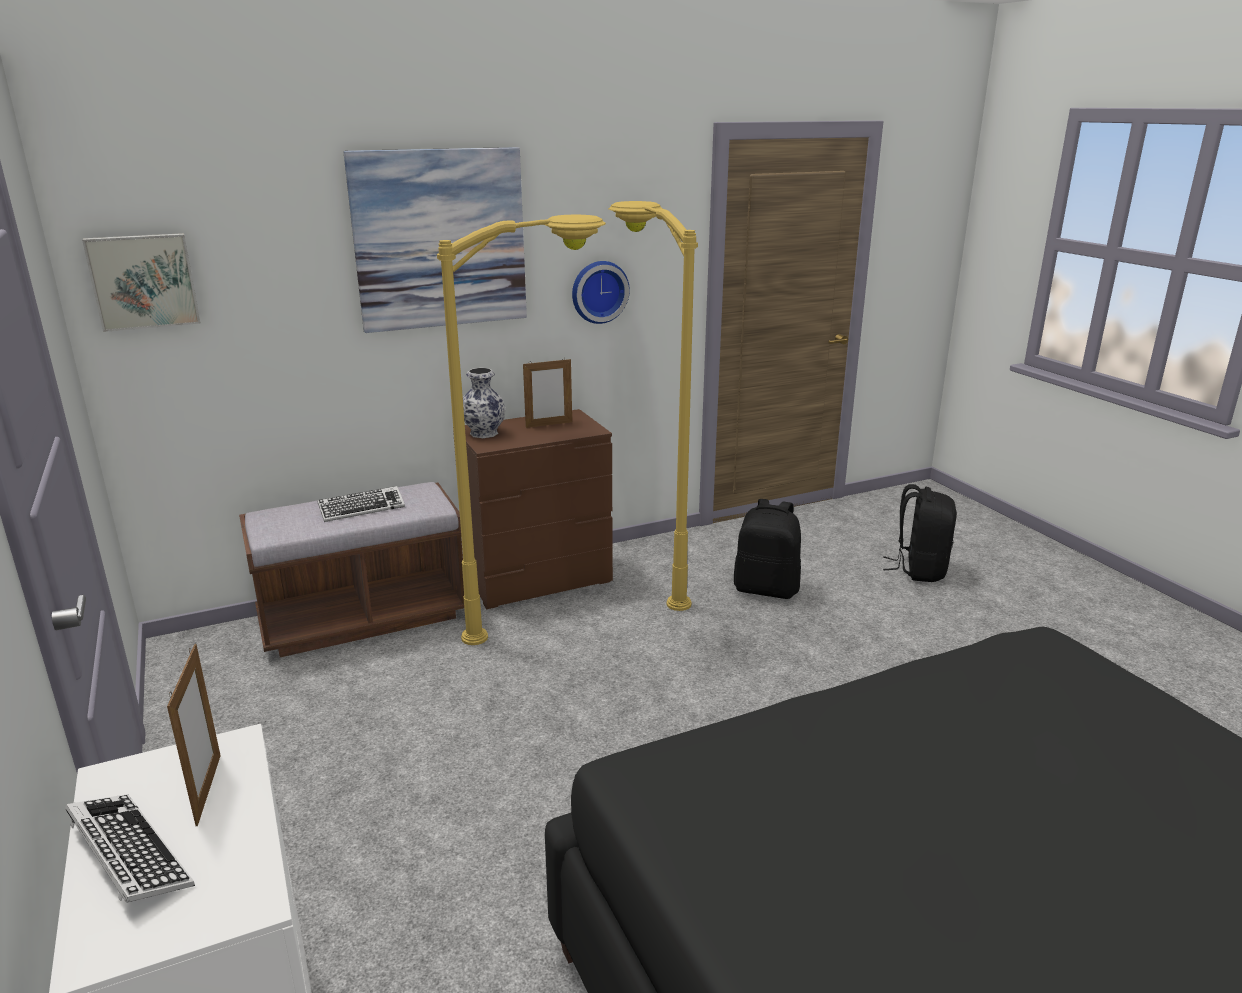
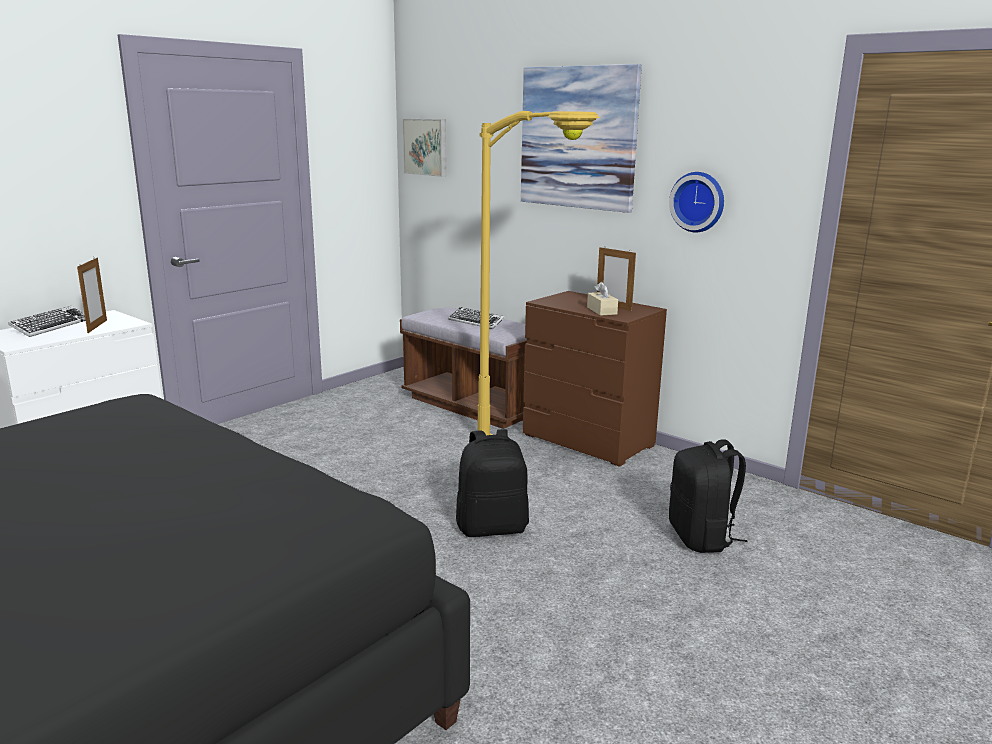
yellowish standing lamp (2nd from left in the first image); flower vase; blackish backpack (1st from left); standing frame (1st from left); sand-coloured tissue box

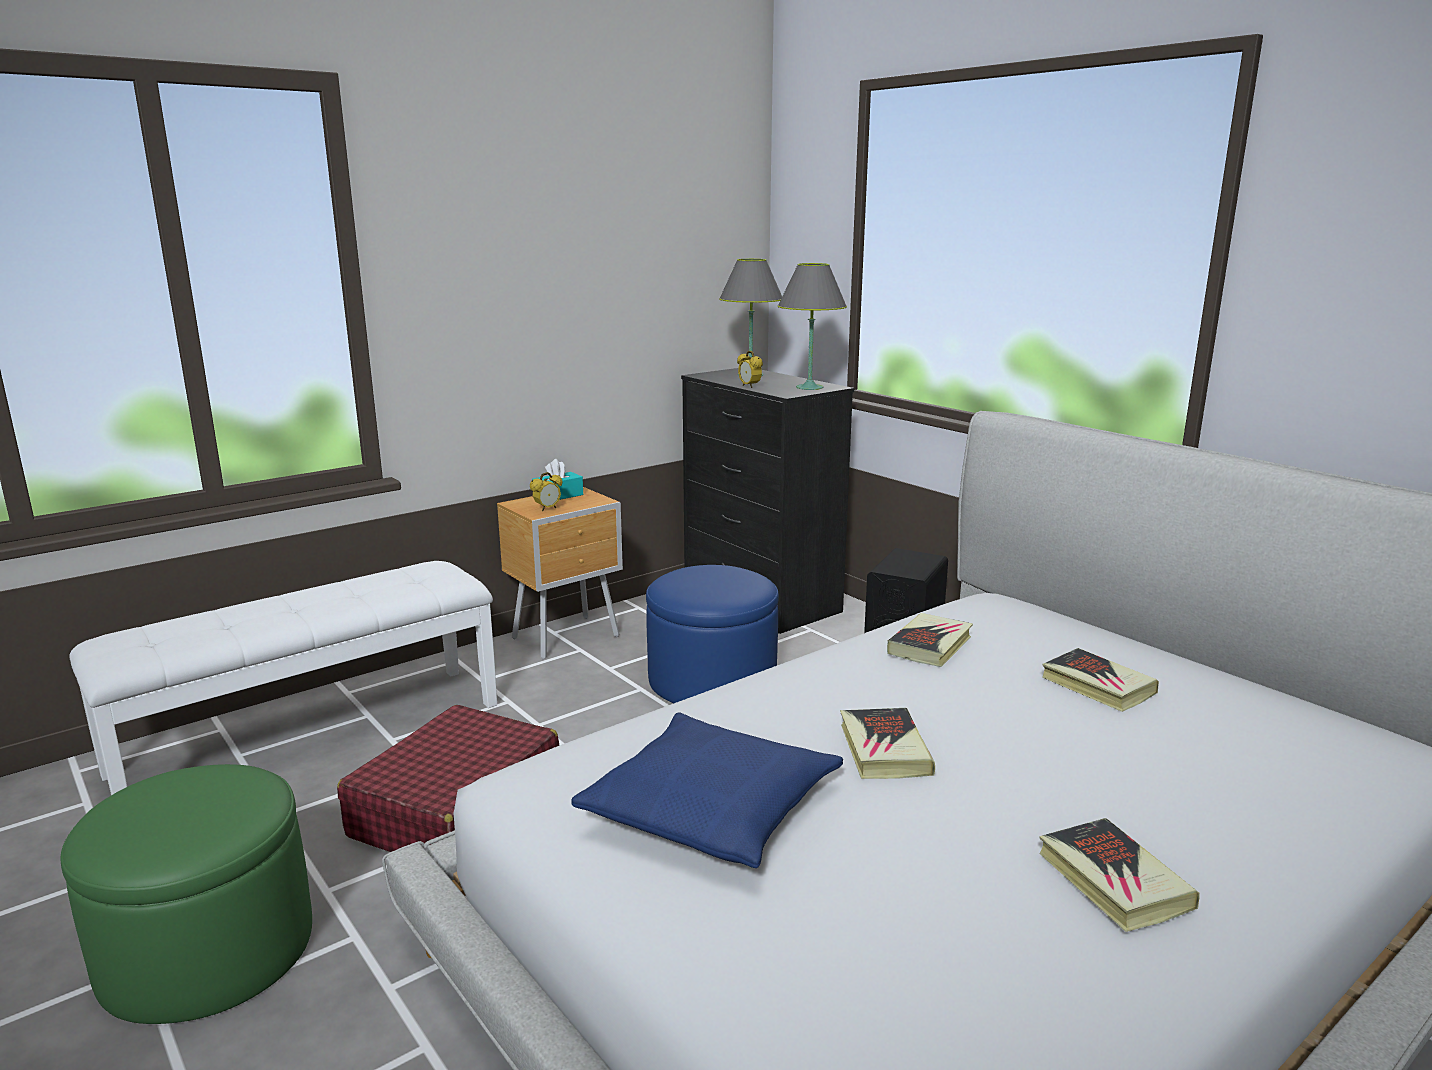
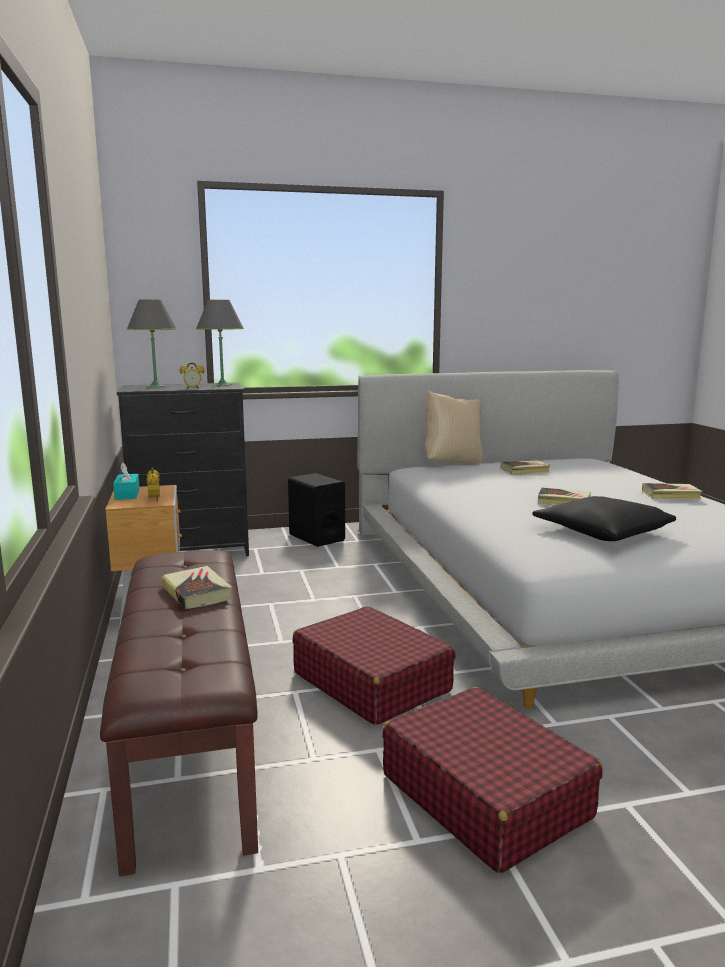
brownish bench; blue ottoman; volume (1st from left); blackish throw pillow; red travel case (2nd from left); sand-coloured throw pillow

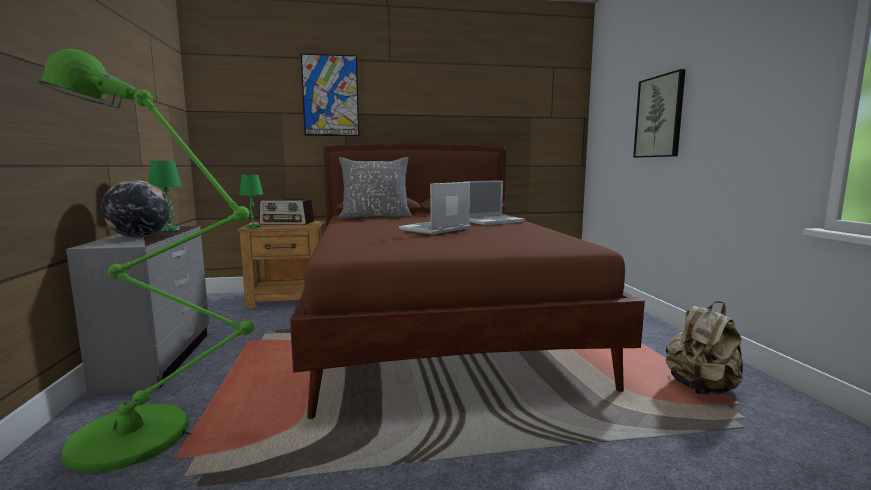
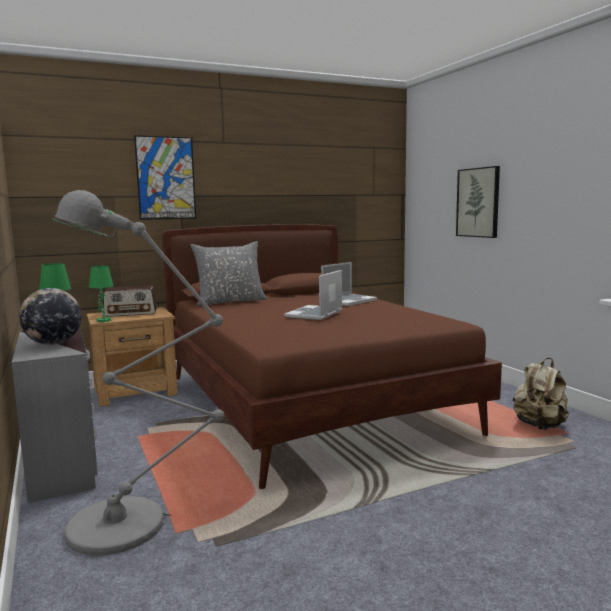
gray standing lamp

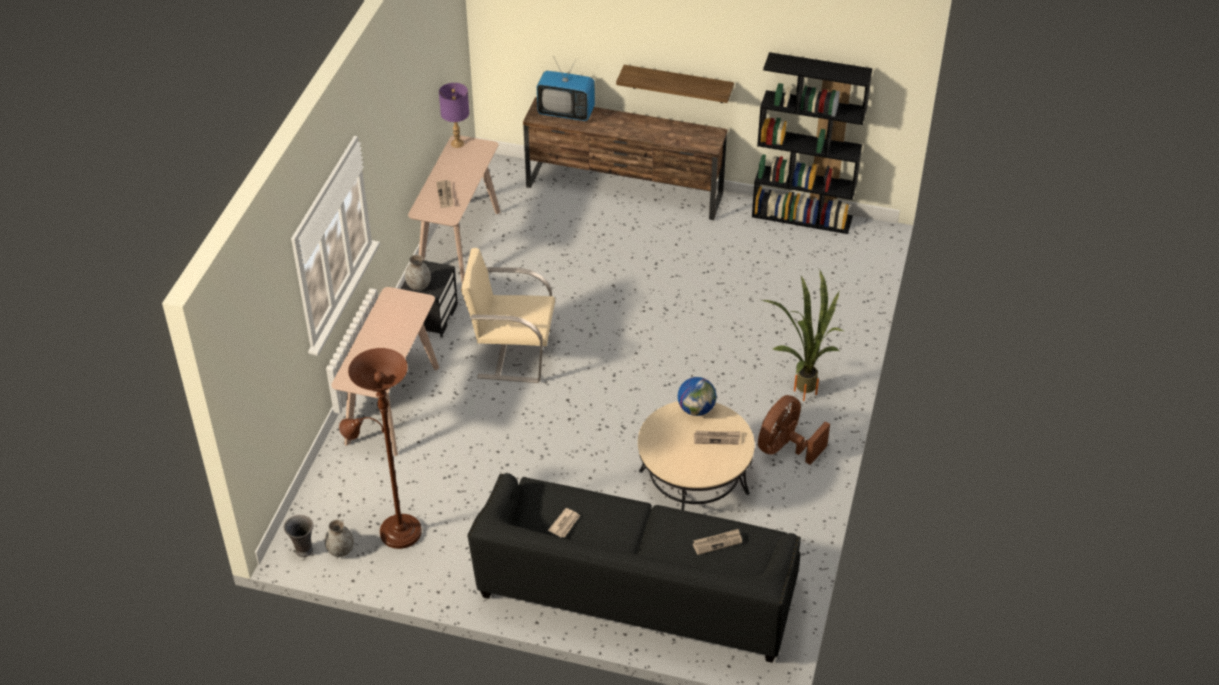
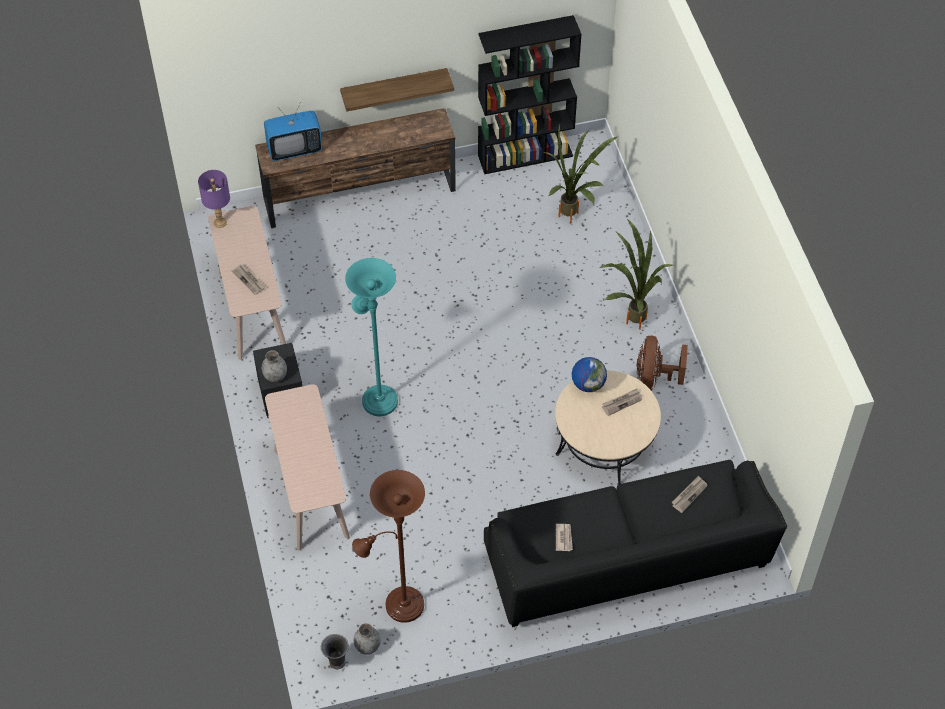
turquoise-coloured standing lamp; houseplant (1st from left)

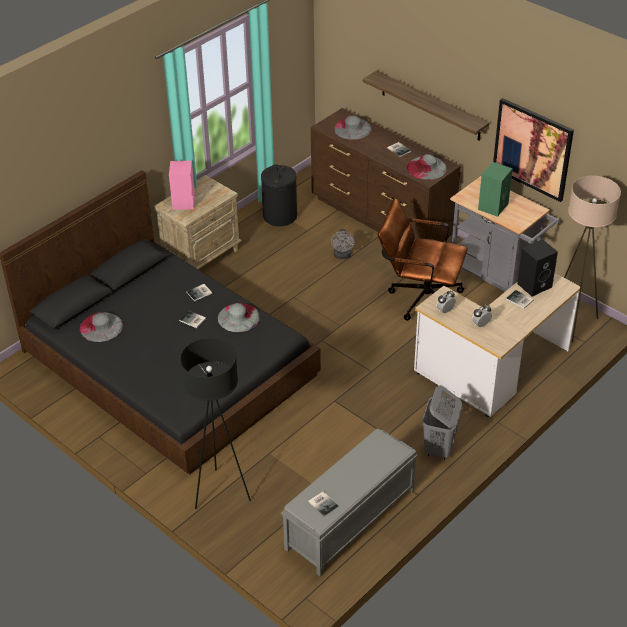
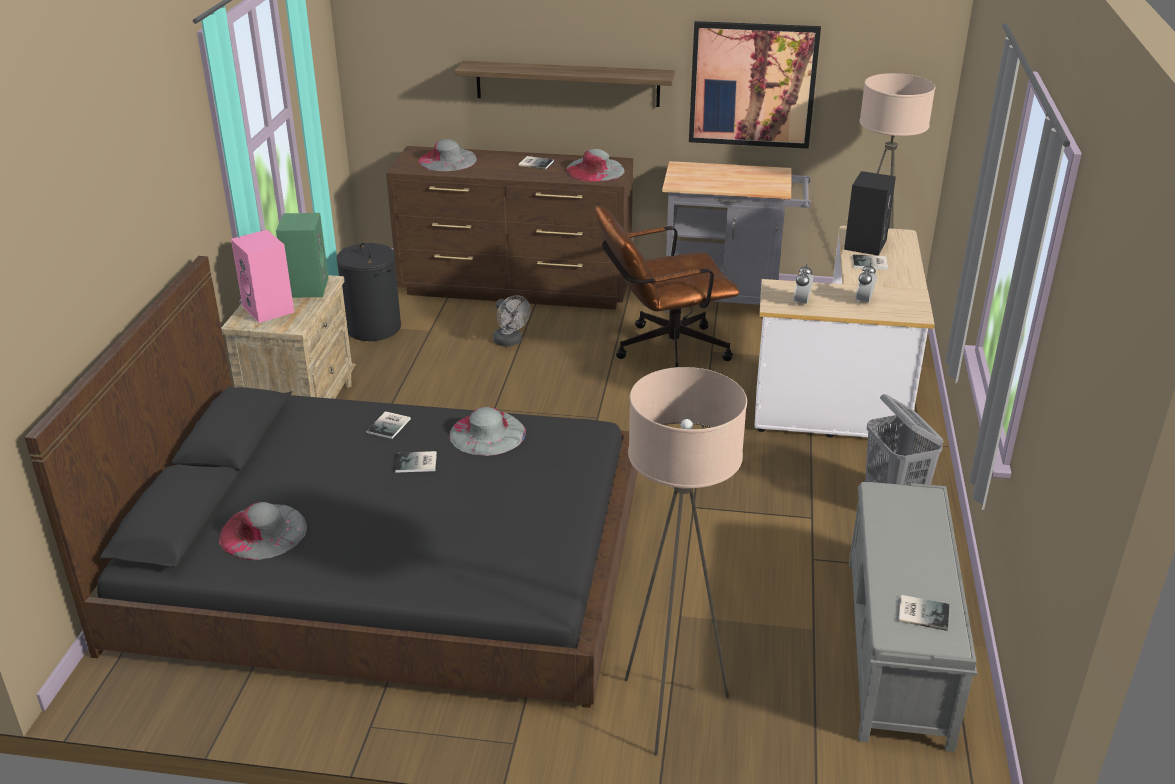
greenish audio speaker; sand-coloured standing lamp (1st from left)

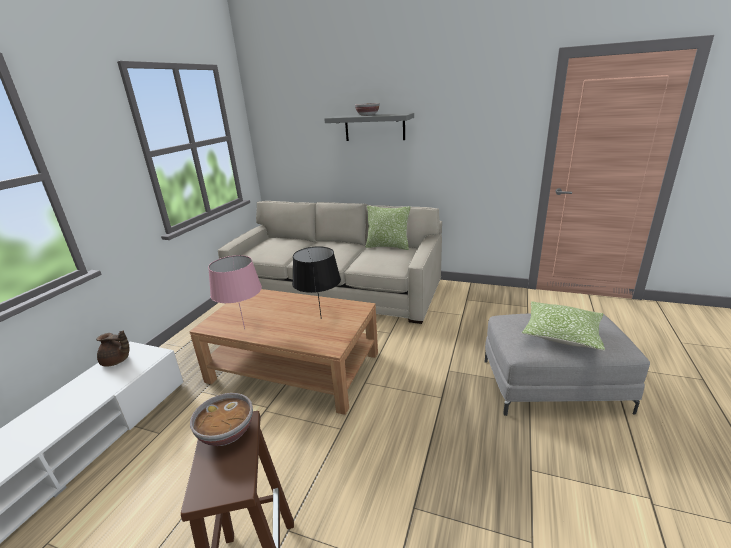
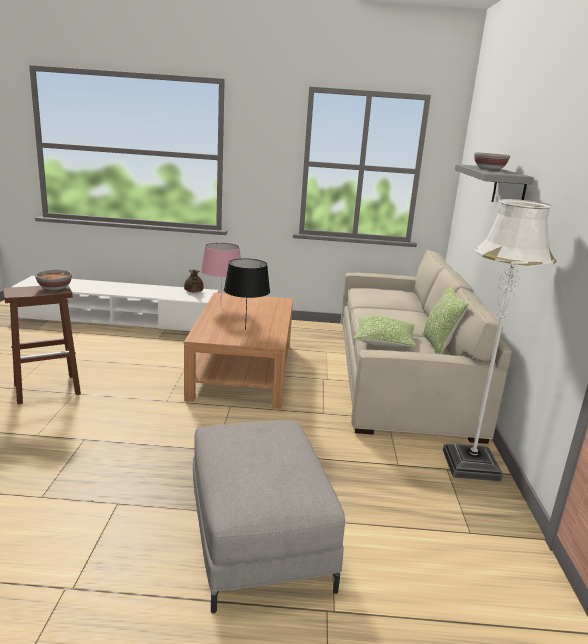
throw pillow (1st from left); white standing lamp

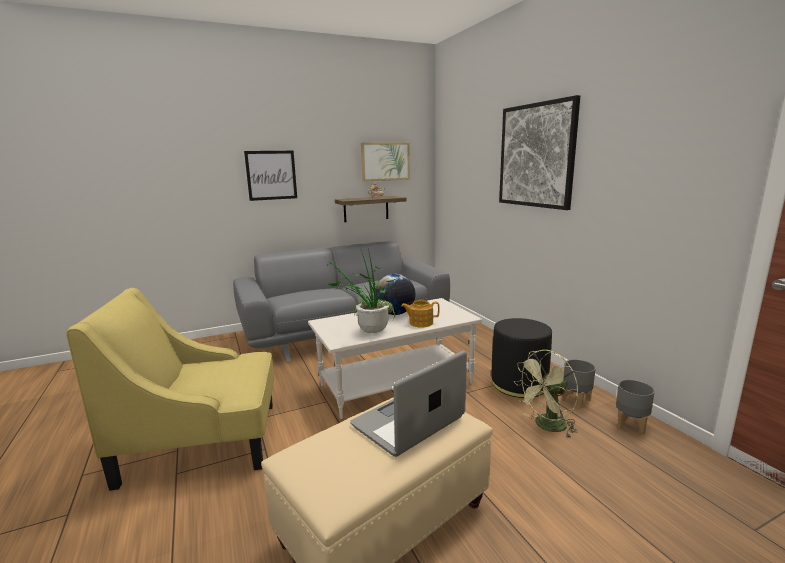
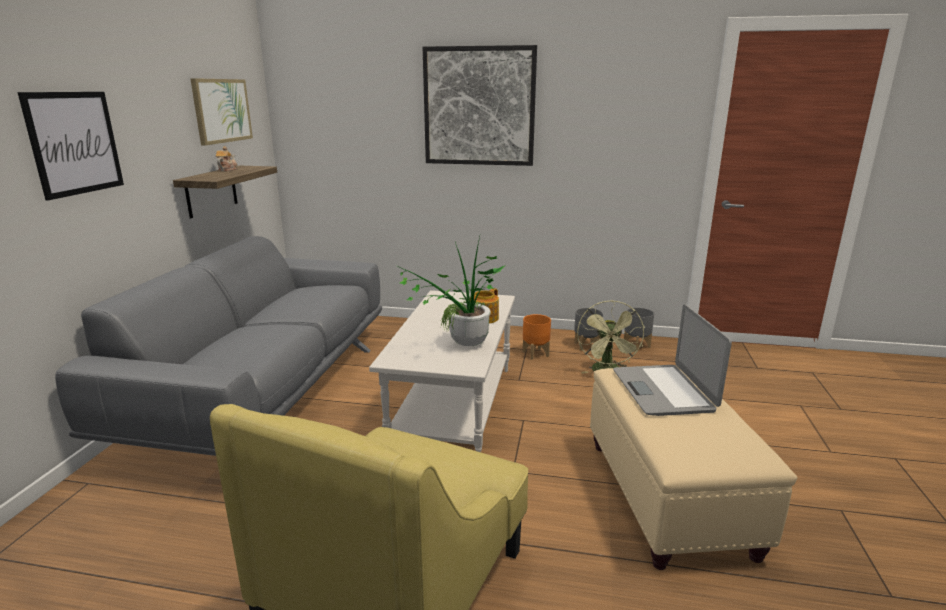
desk globe; orange-coloured planter

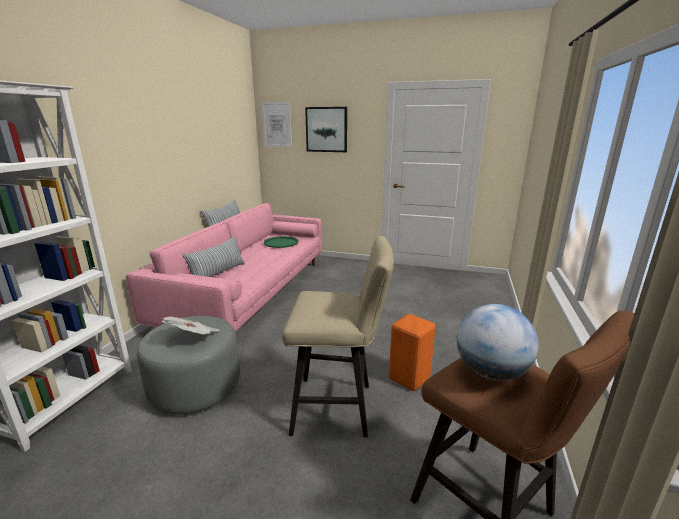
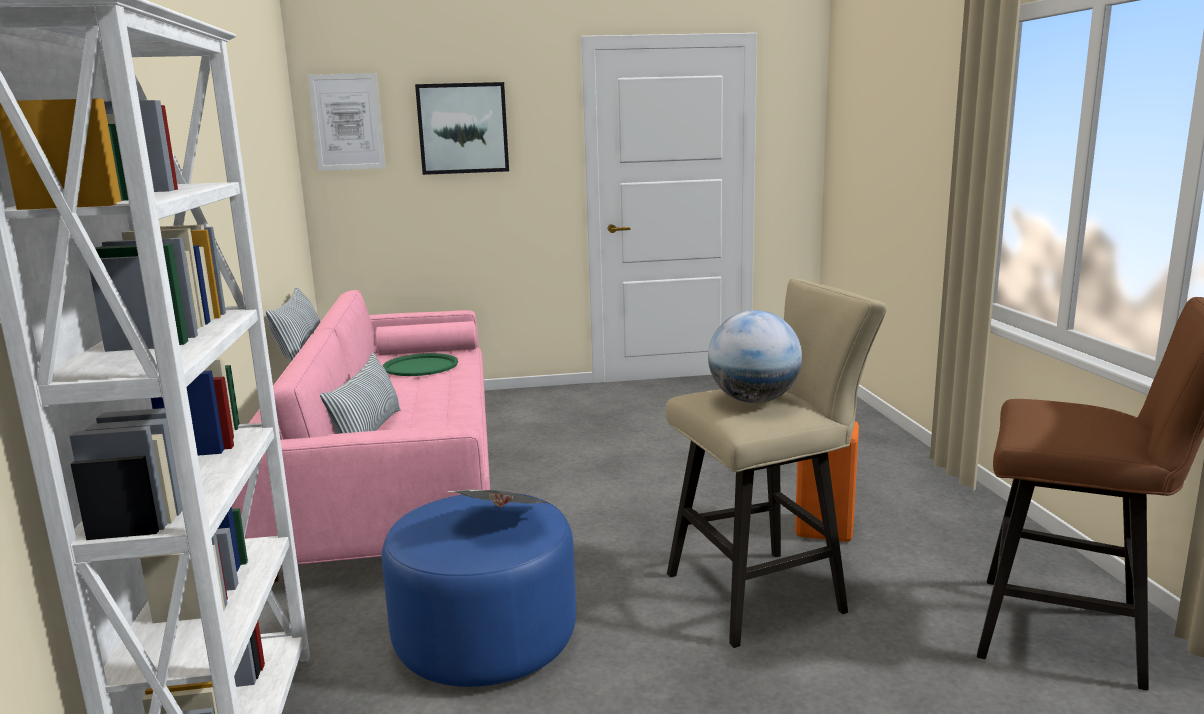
desk globe; blue ottoman

